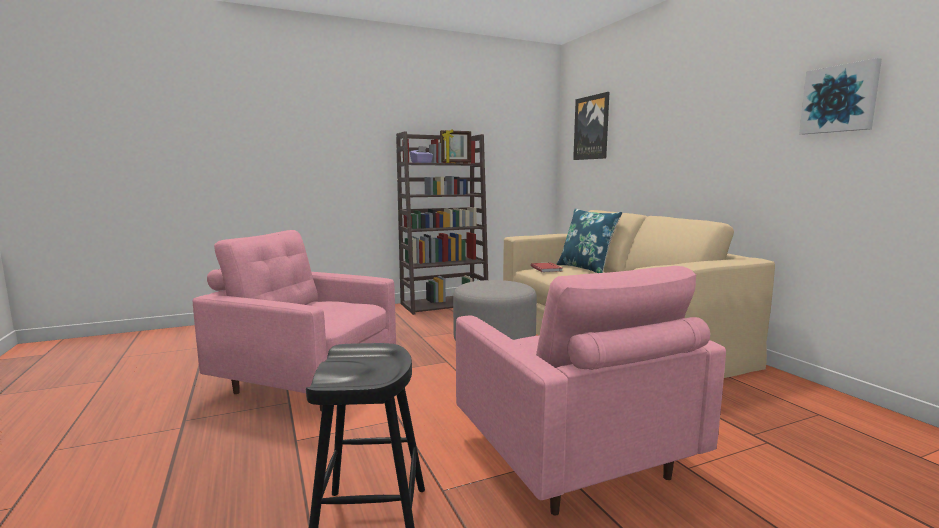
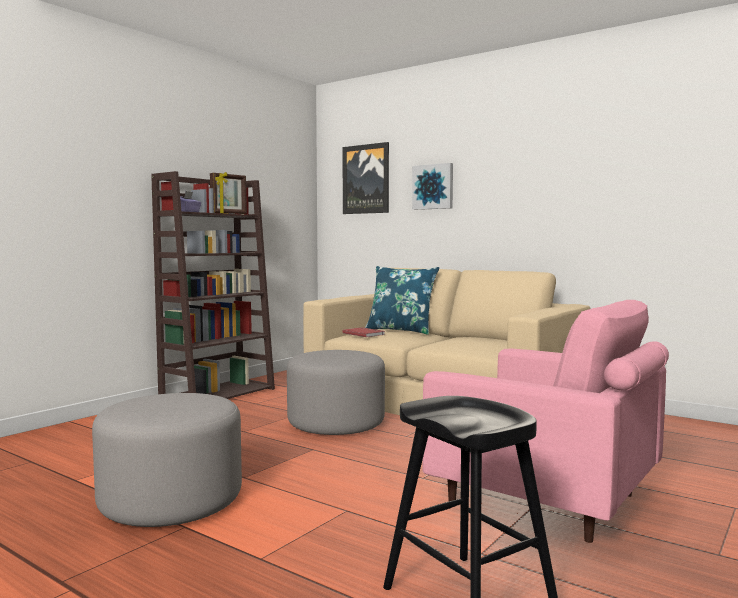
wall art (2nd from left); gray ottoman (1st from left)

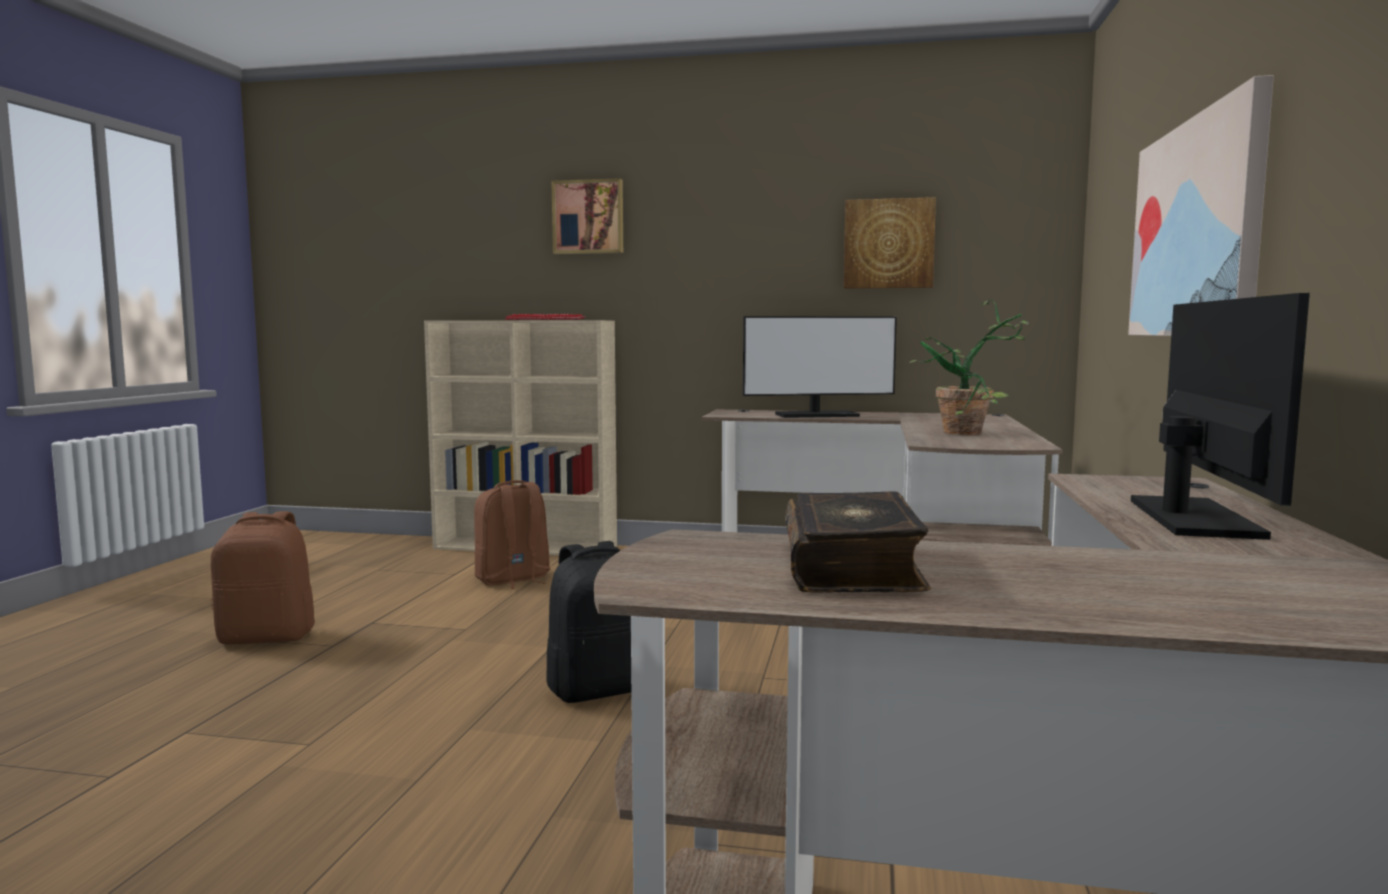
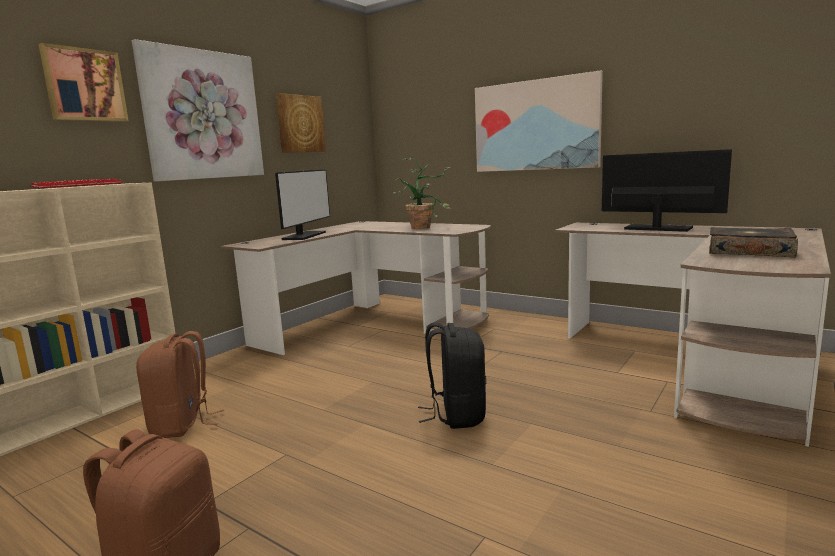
wall art (2nd from left)

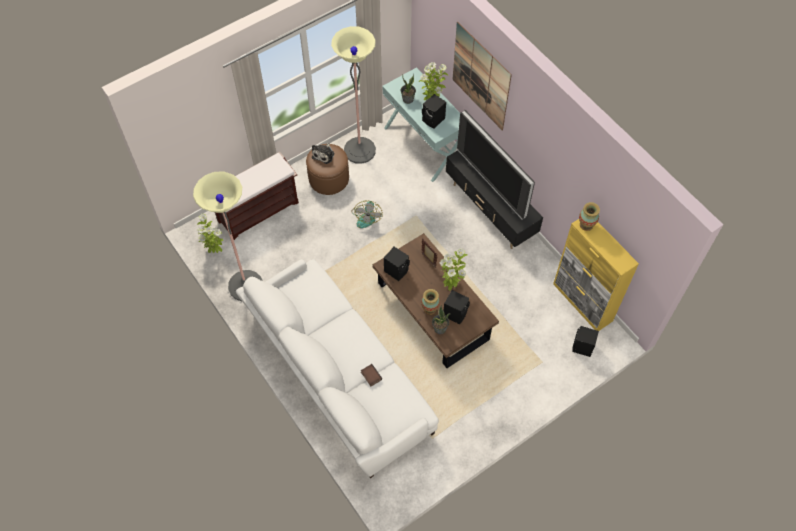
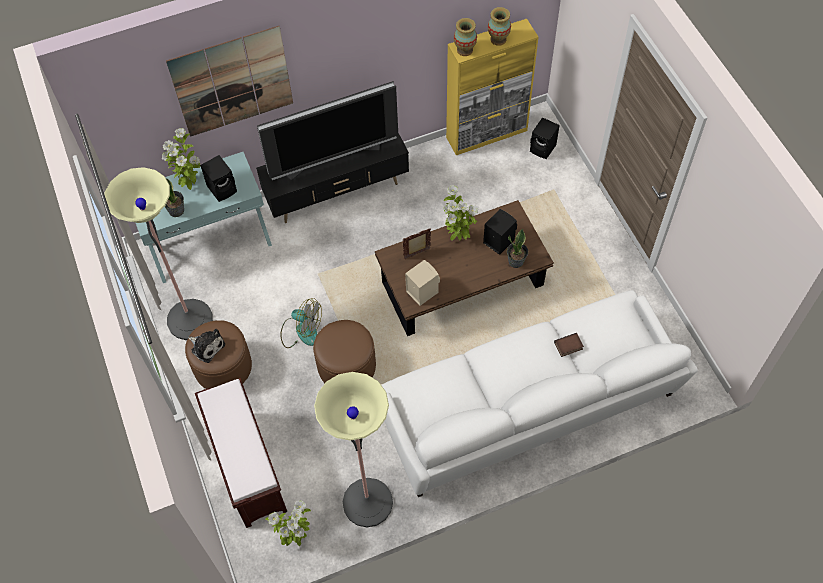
sand-coloured audio speaker; flower vase (2nd from left); brownish ottoman (2nd from left)

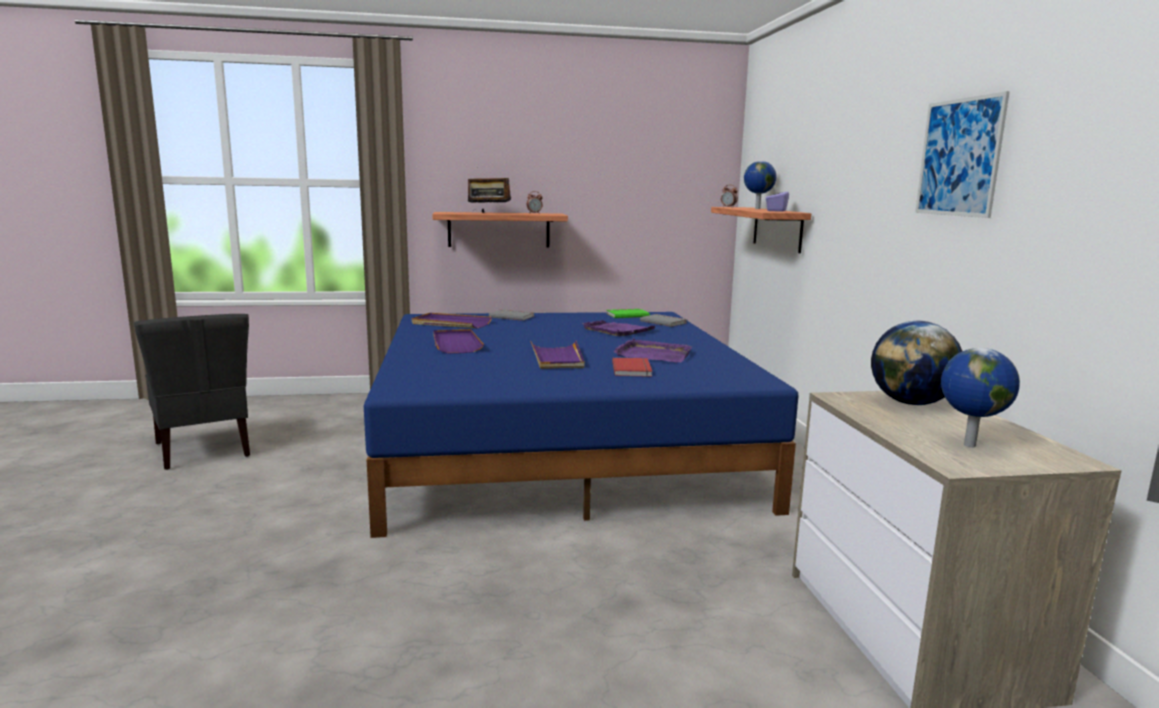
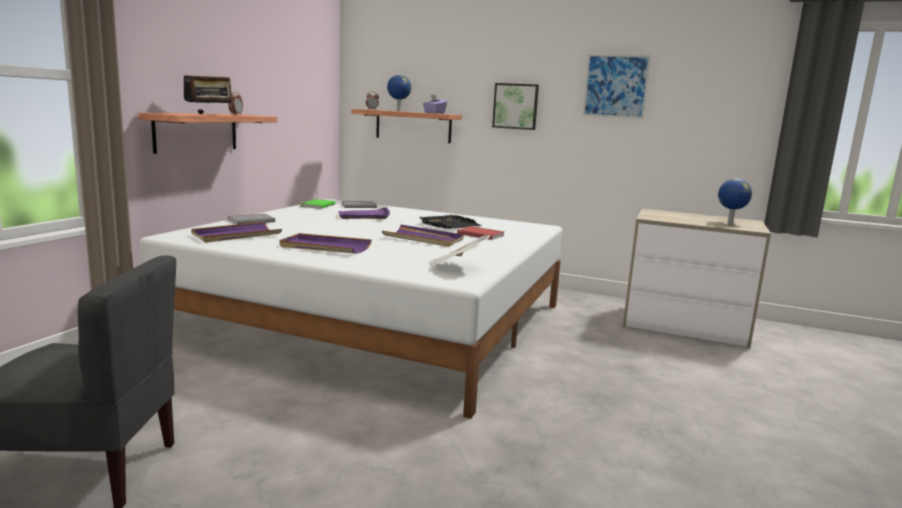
white sleeping bed; desk globe (2nd from left in the first image); blackish tray; wall art (1st from left); newspaper

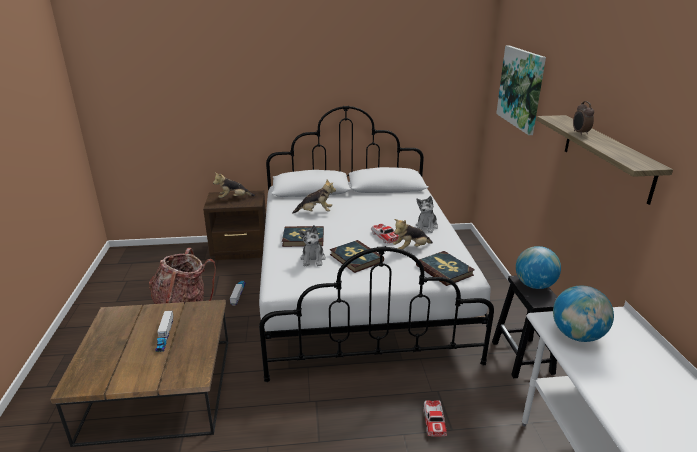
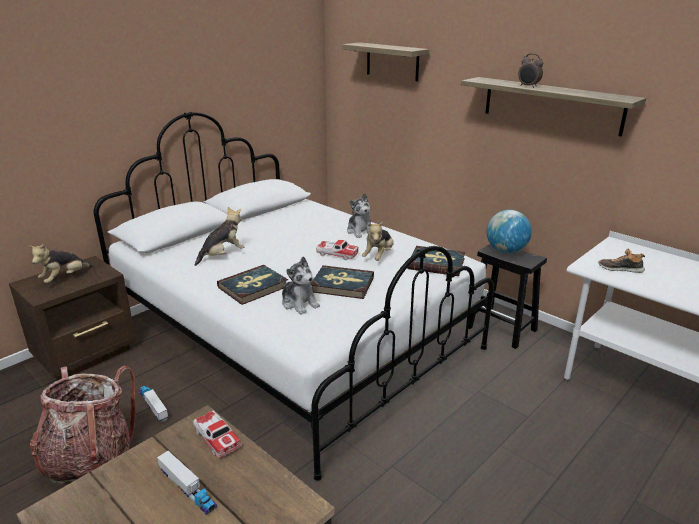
shelf (1st from left); item of footwear; model car (1st from left)

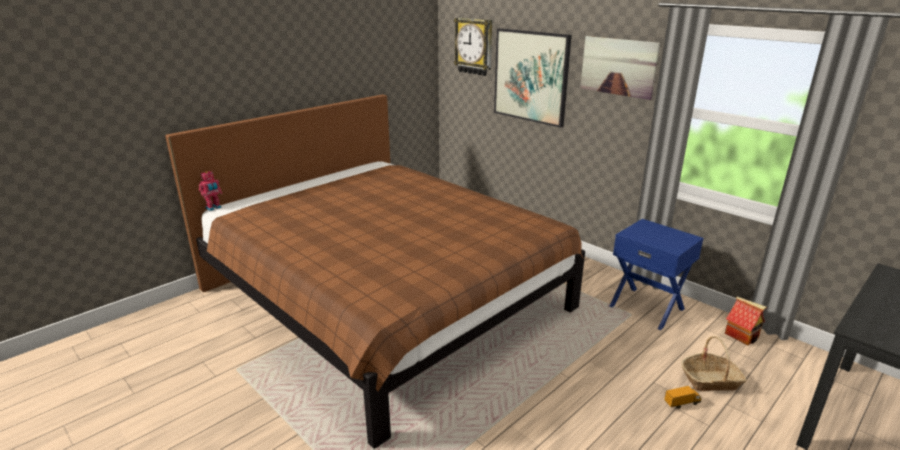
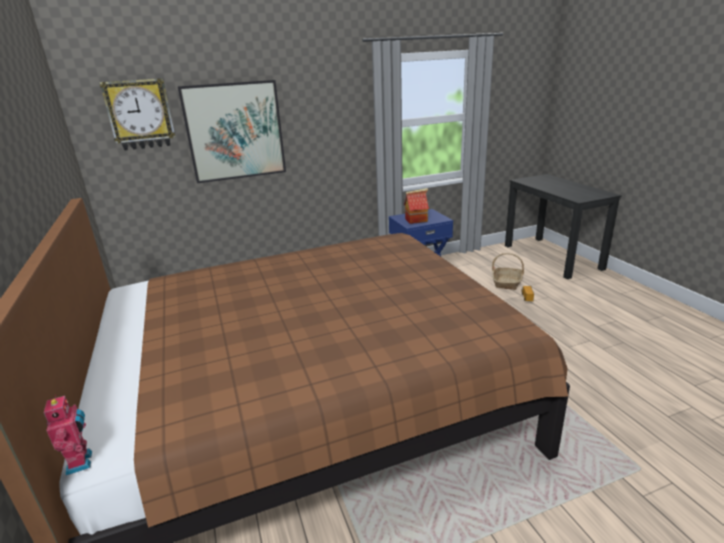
wall art (2nd from left in the first image); miniature house

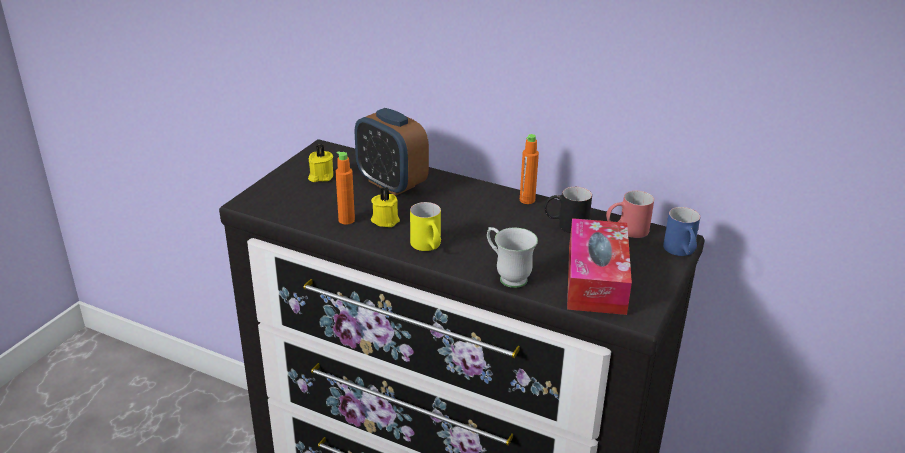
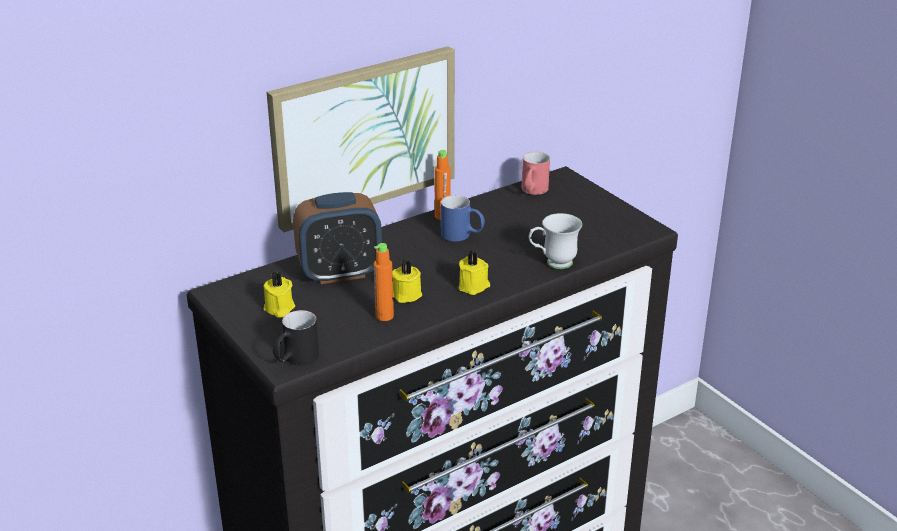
blackish coffee mug; yellowish wax candle (3rd from left); blue coffee mug; tissue box; wall art

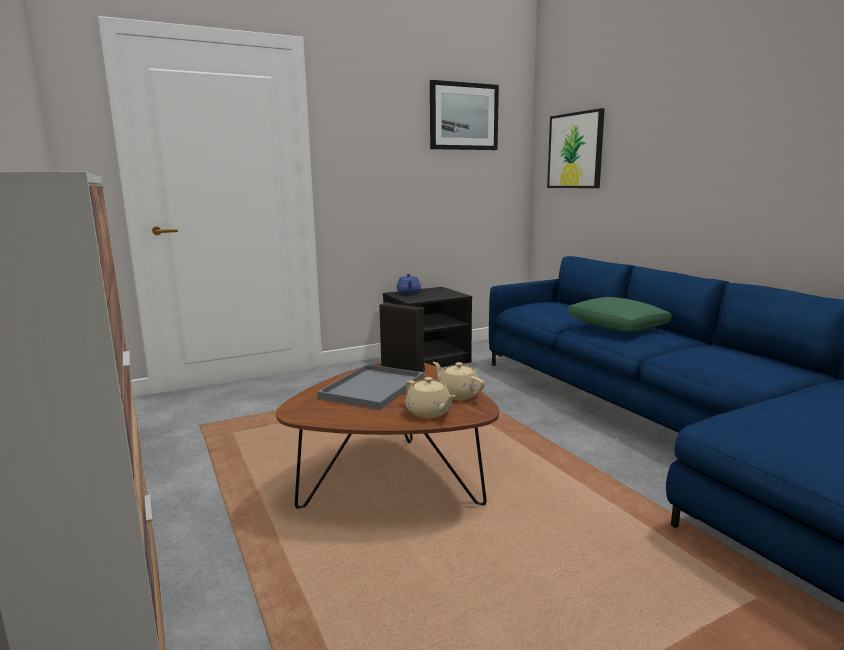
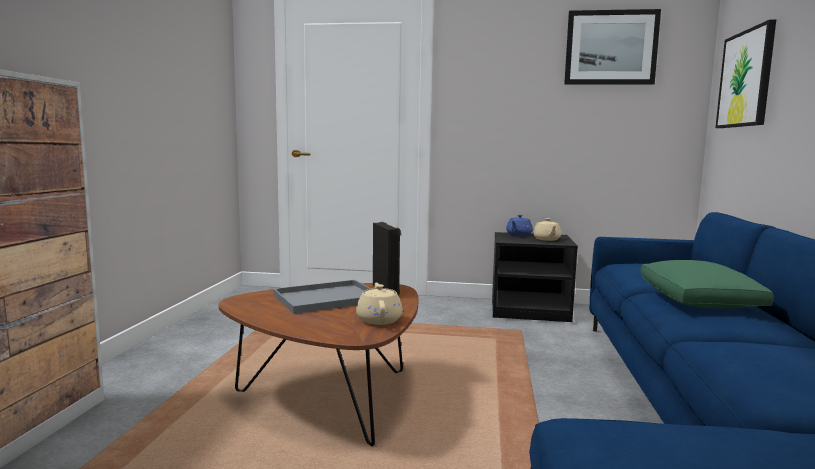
sand-coloured pot for tea (2nd from left)

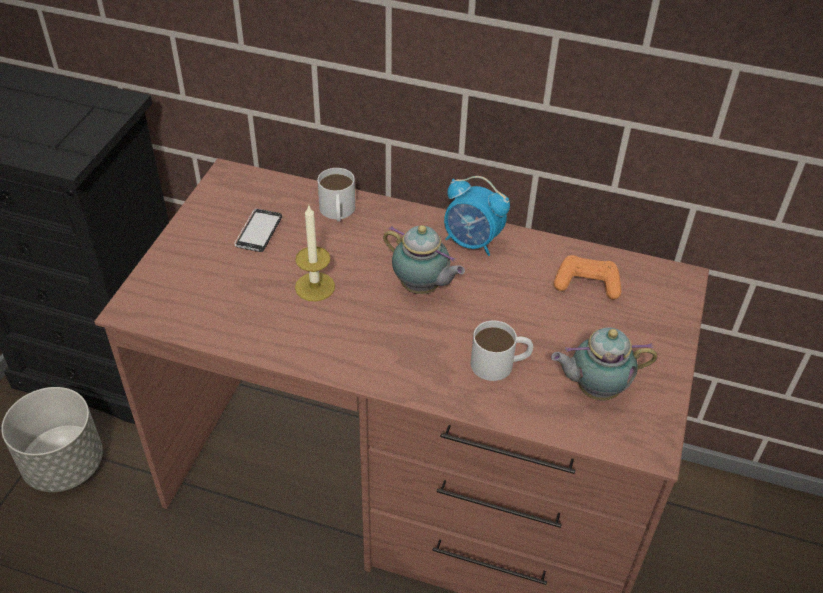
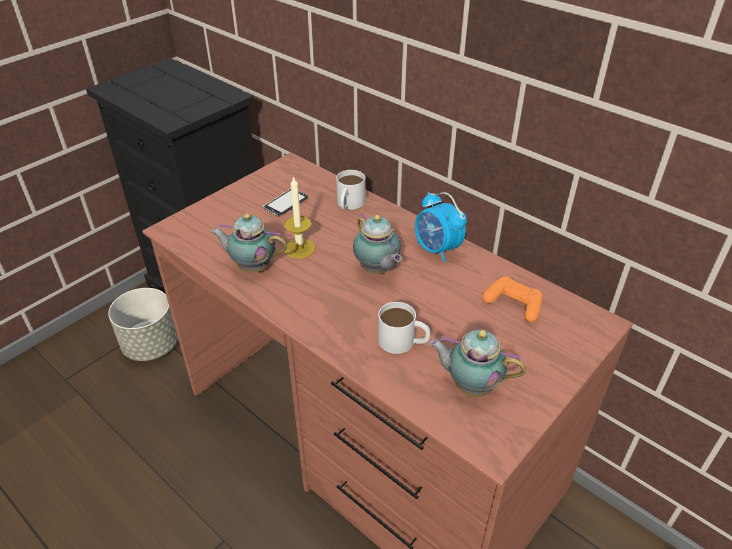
pot for tea (1st from left)

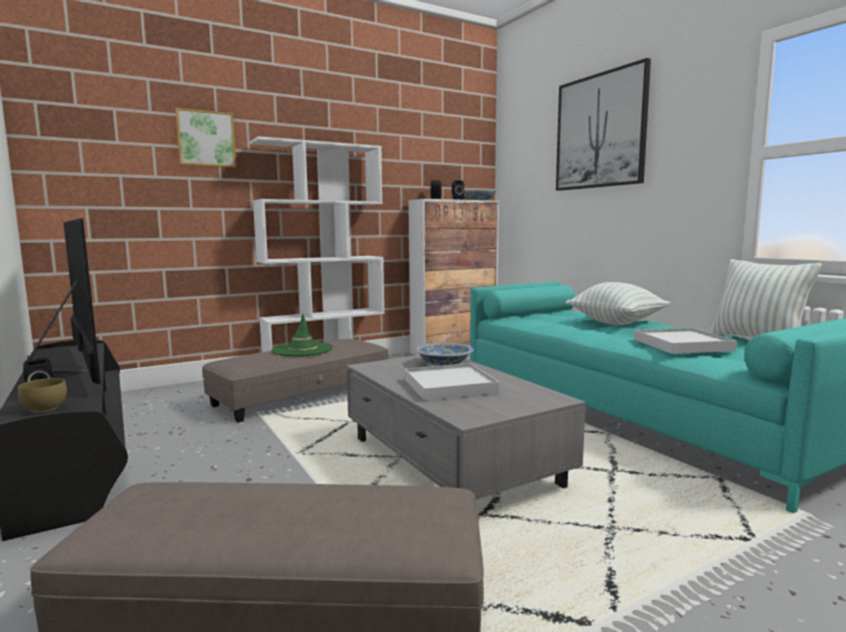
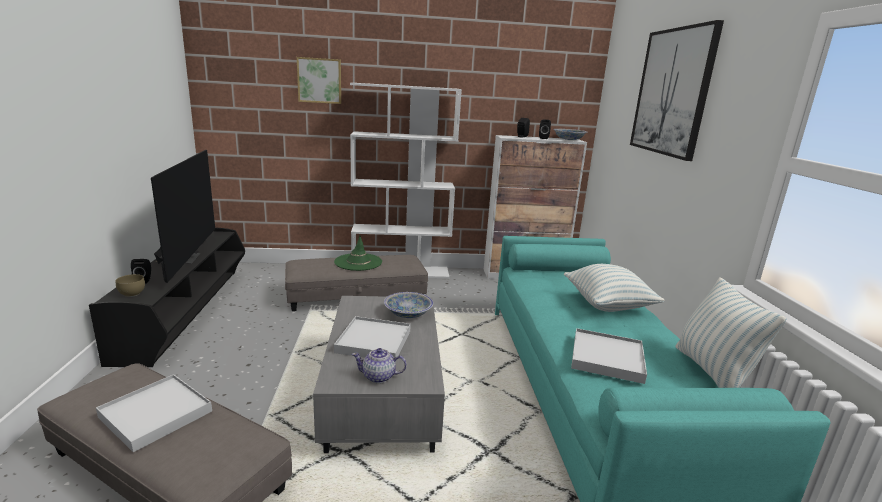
pot for tea; white tray (1st from left)

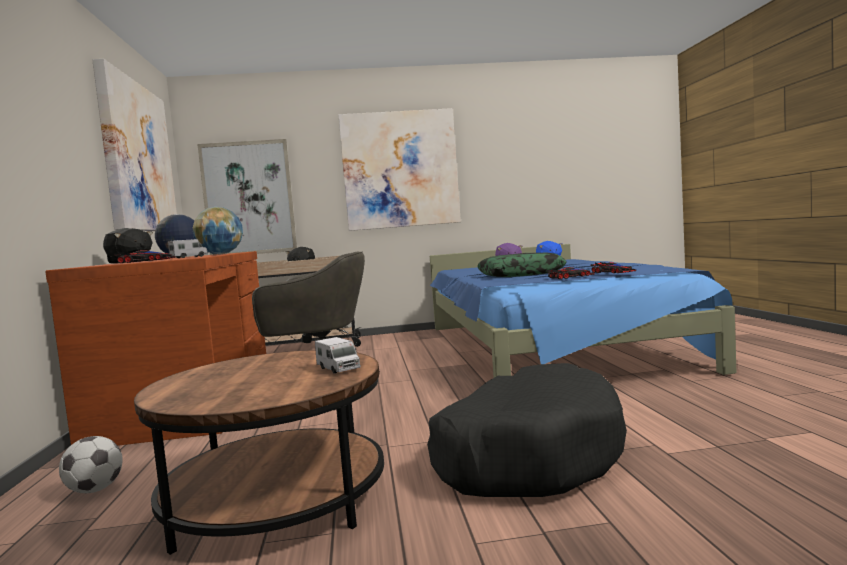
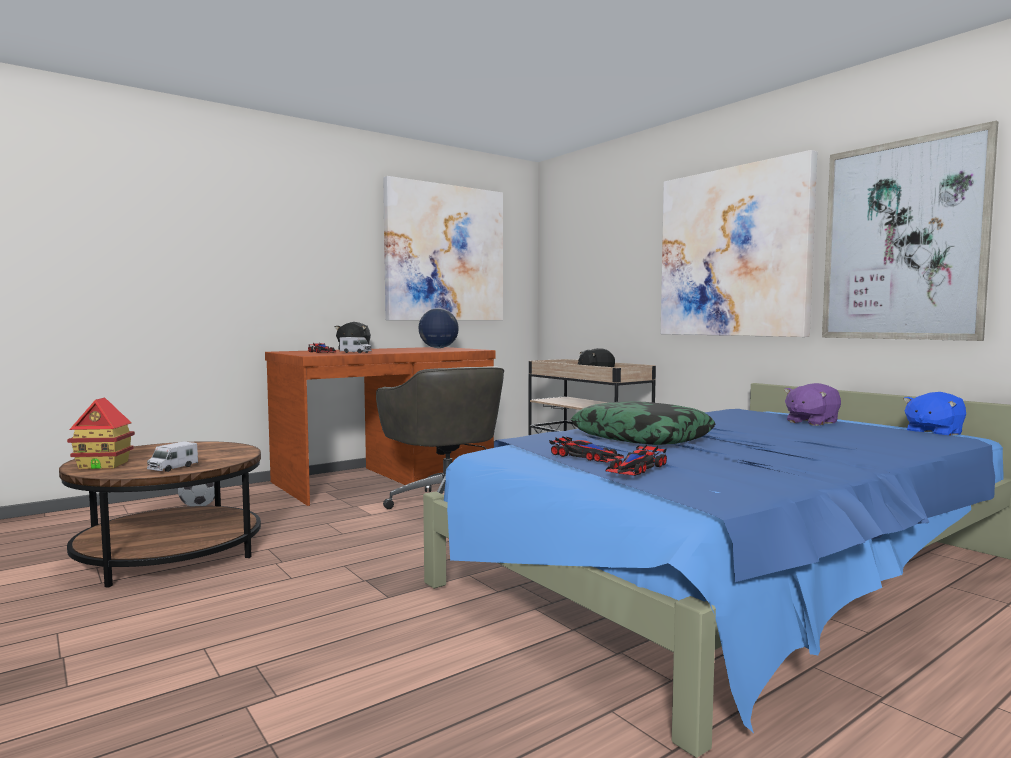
wall art (3rd from left); desk globe (2nd from left in the first image); blackish pet bed; miniature house

